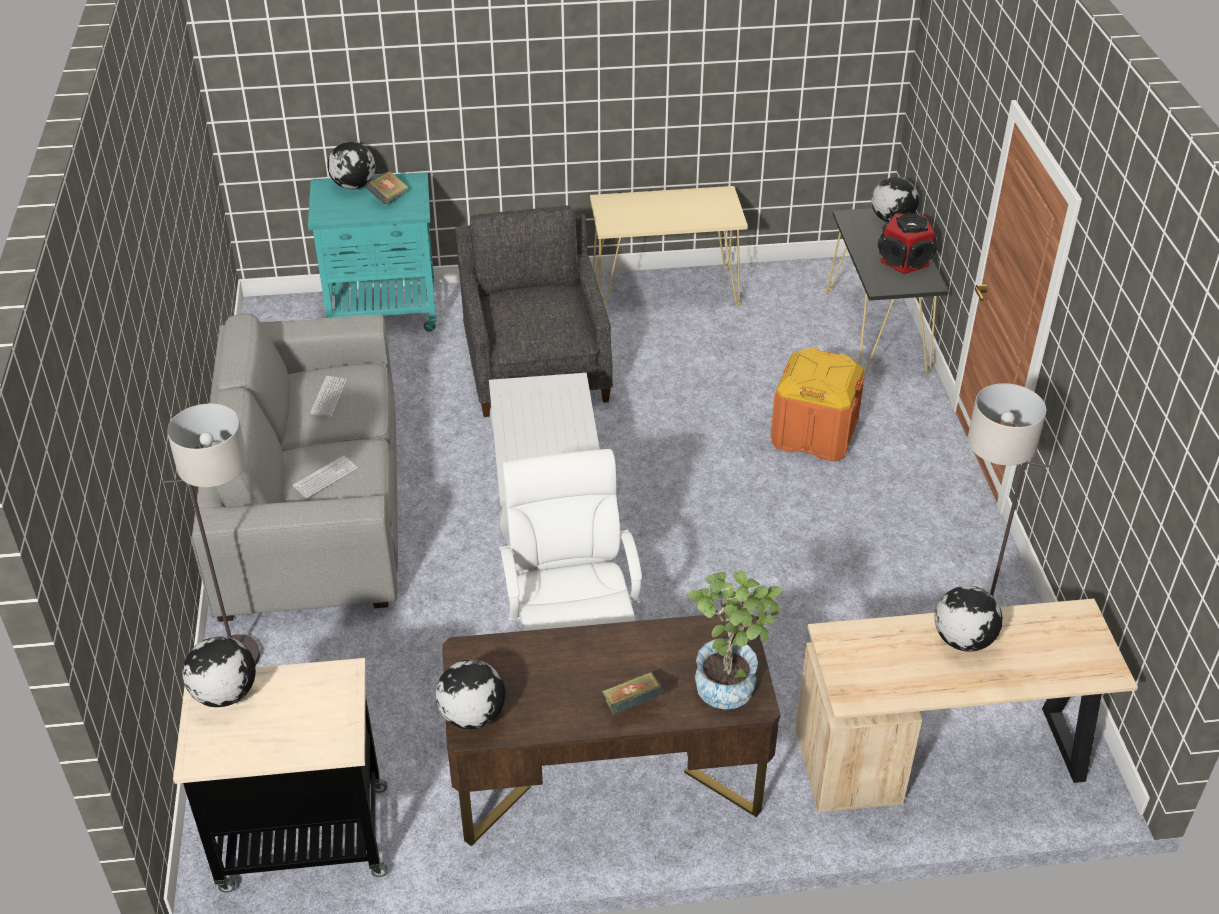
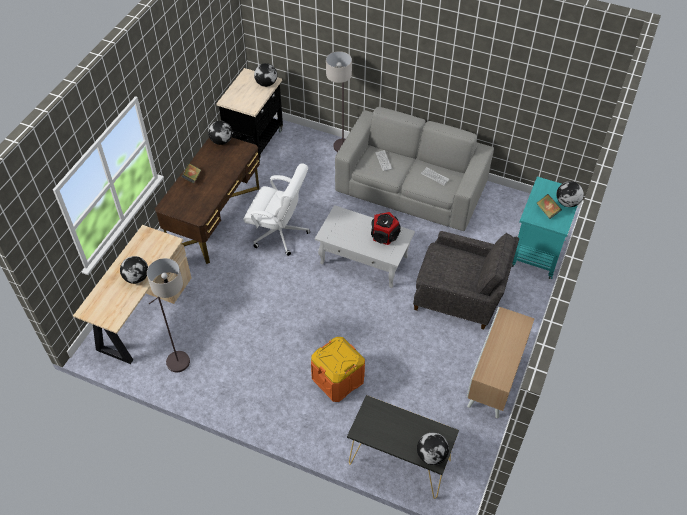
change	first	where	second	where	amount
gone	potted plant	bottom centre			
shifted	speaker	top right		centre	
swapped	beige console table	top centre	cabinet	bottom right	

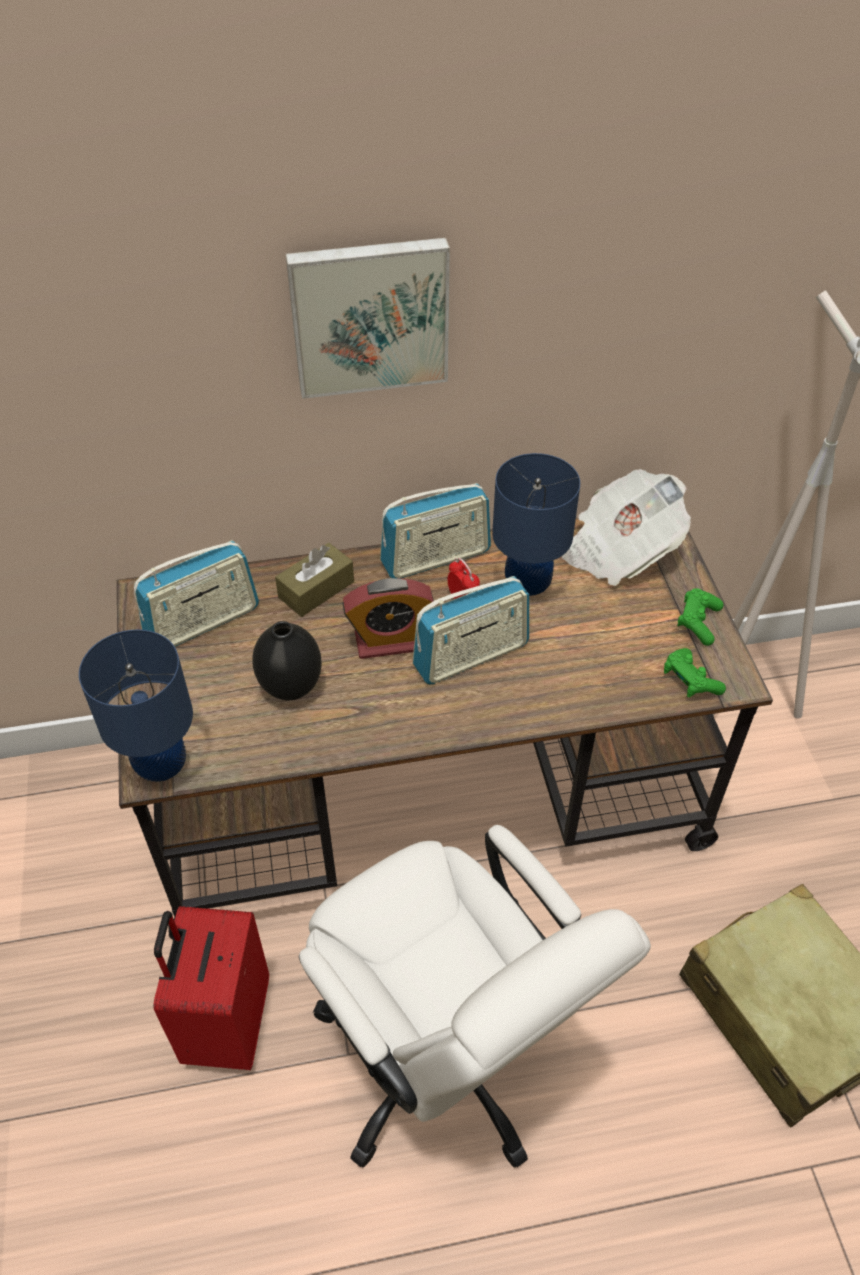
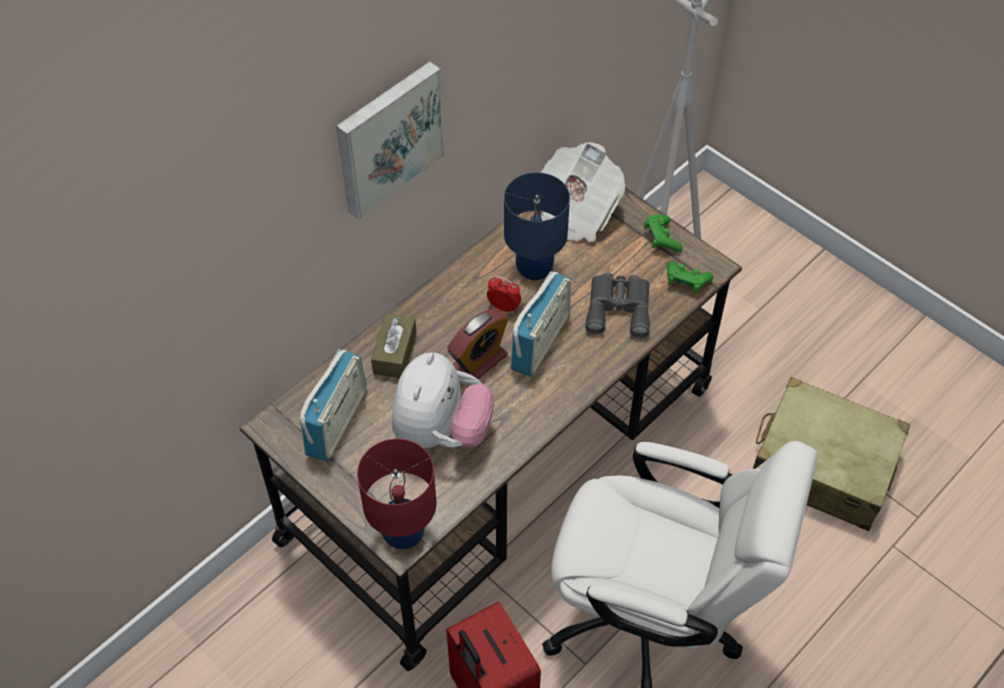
change	first	where	second	where	amount
gone	radio (no. 2 from left)	centre			
new			grey binoculars	centre	
swapped	black vase	centre	plush toy	centre	
repainted	blue table lamp (no. 1 from left)	middle left	red table lamp	bottom centre	

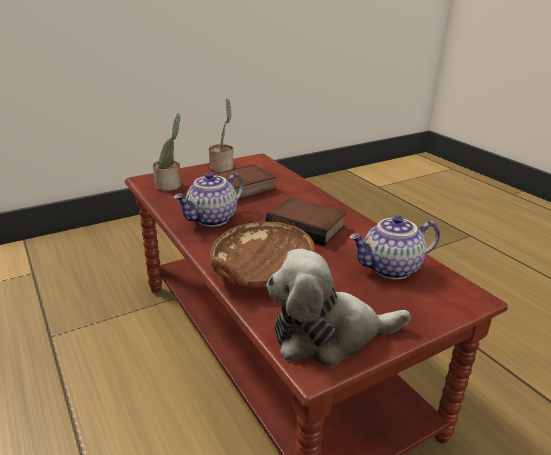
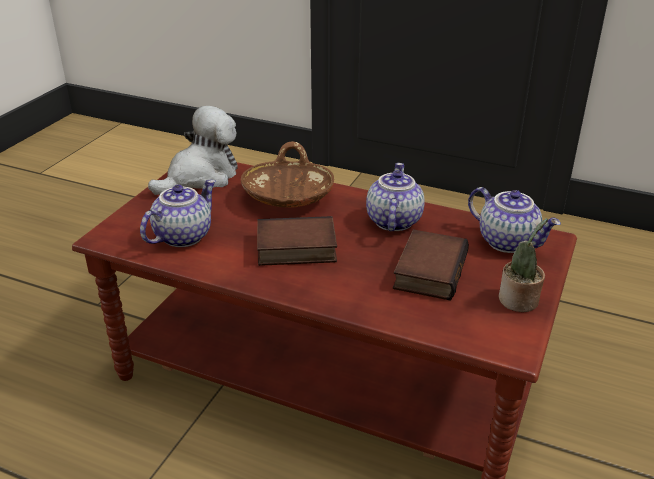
change	first	where	second	where	amount
swapped	potted plant (no. 1 from left)	middle left	teapot (no. 3 from left)	middle right	

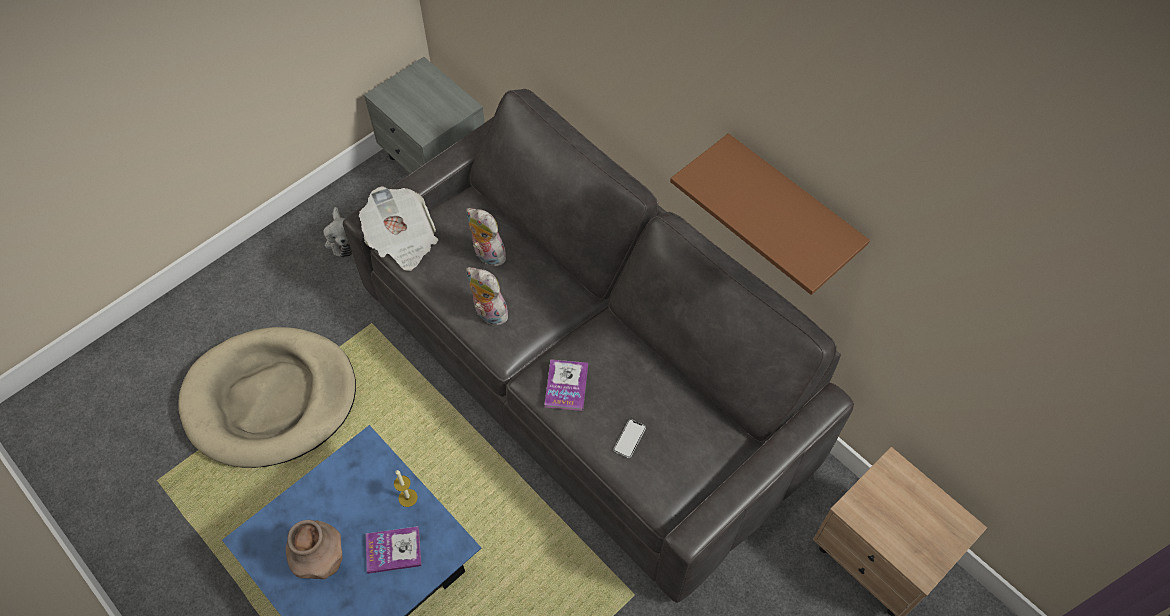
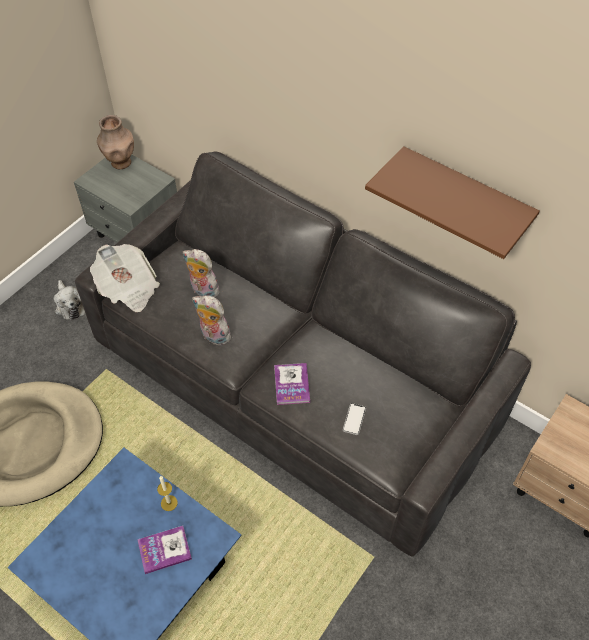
change	first	where	second	where	amount
shifted	brown vase	bottom left		top left	

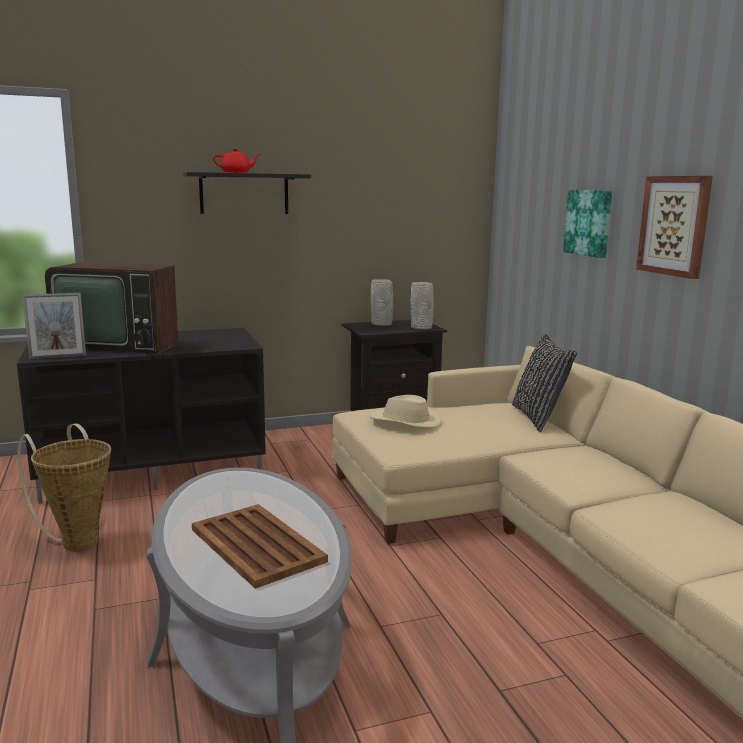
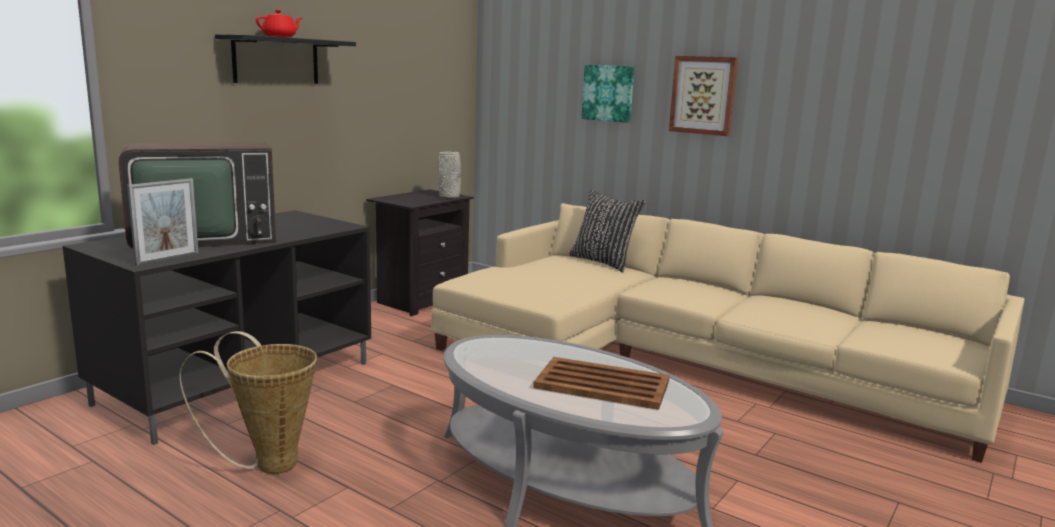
change	first	where	second	where	amount
gone	beige hat	centre			
gone	grey vase (no. 1 from left)	centre			

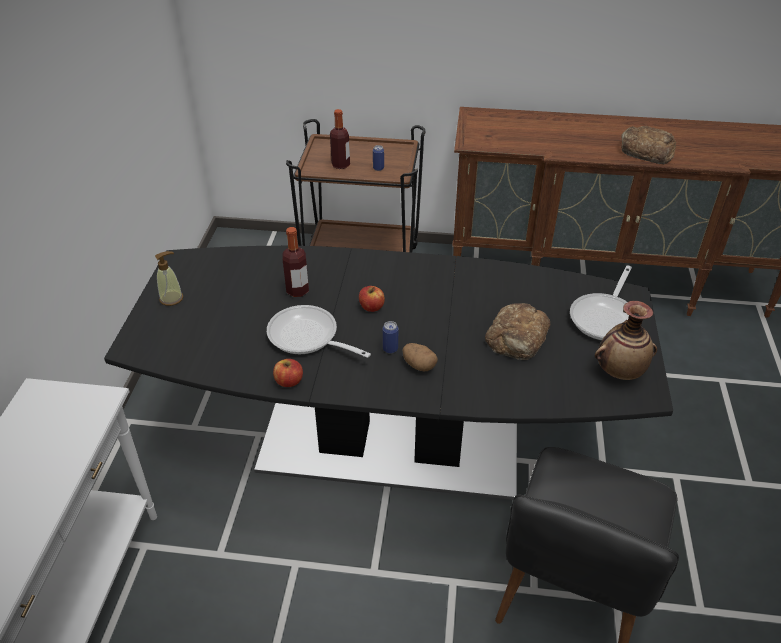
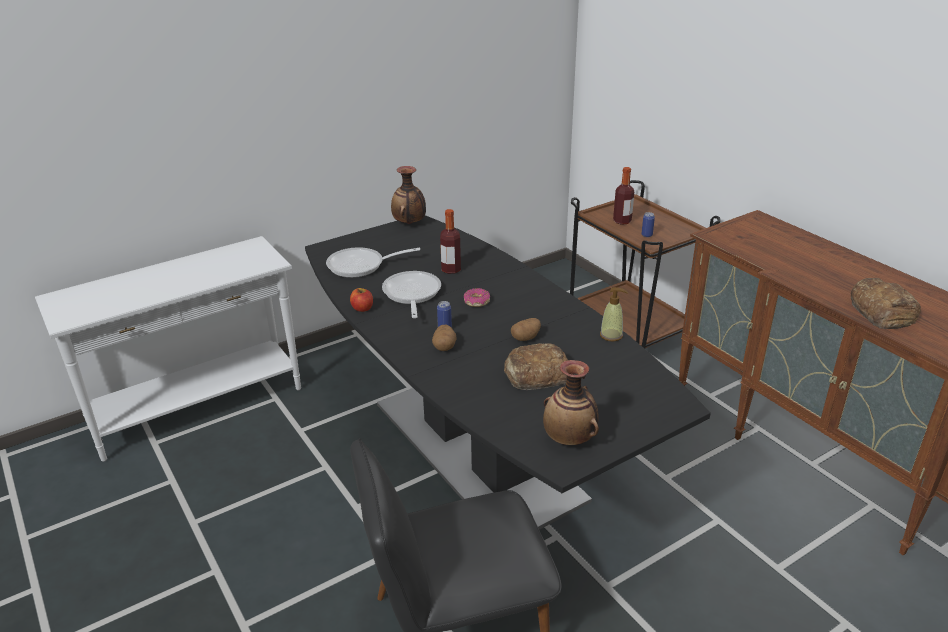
change	first	where	second	where	amount
new			vase (no. 1 from left)	top centre	
new			potato (no. 2 from left)	centre	
shifted	soap dispenser	middle left		centre	
shifted	frying pan (no. 2 from left in the first image)	middle right	frying pan (no. 1 from left)	centre	
swapped	apple (no. 2 from left)	centre	donut	centre	

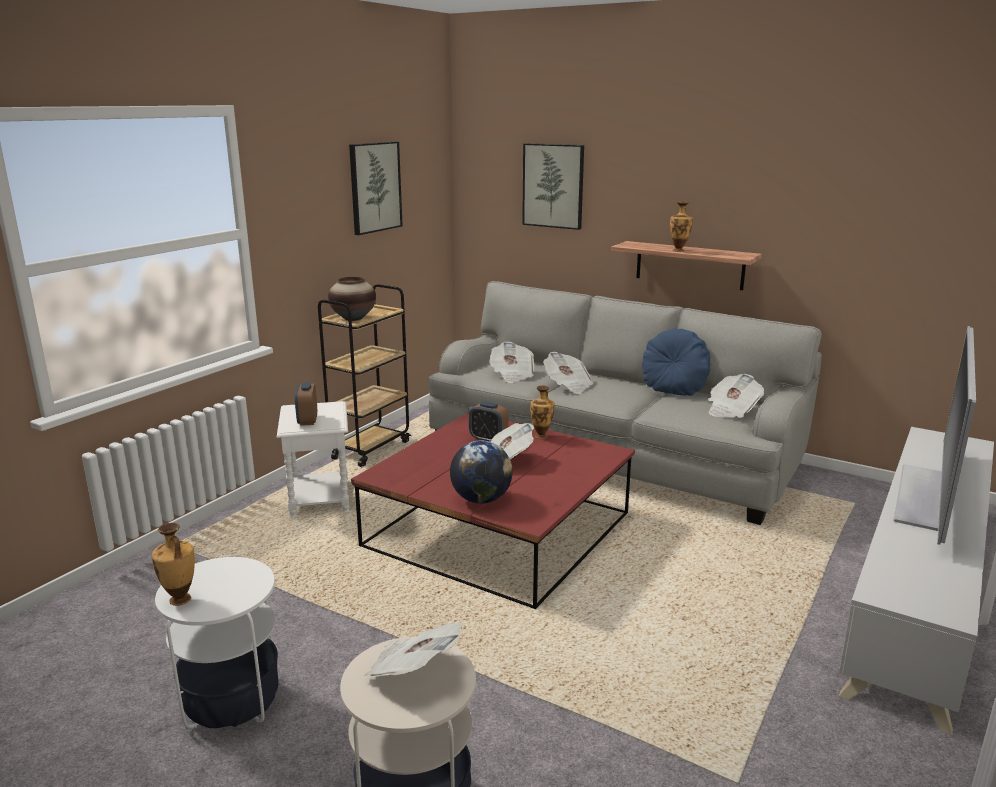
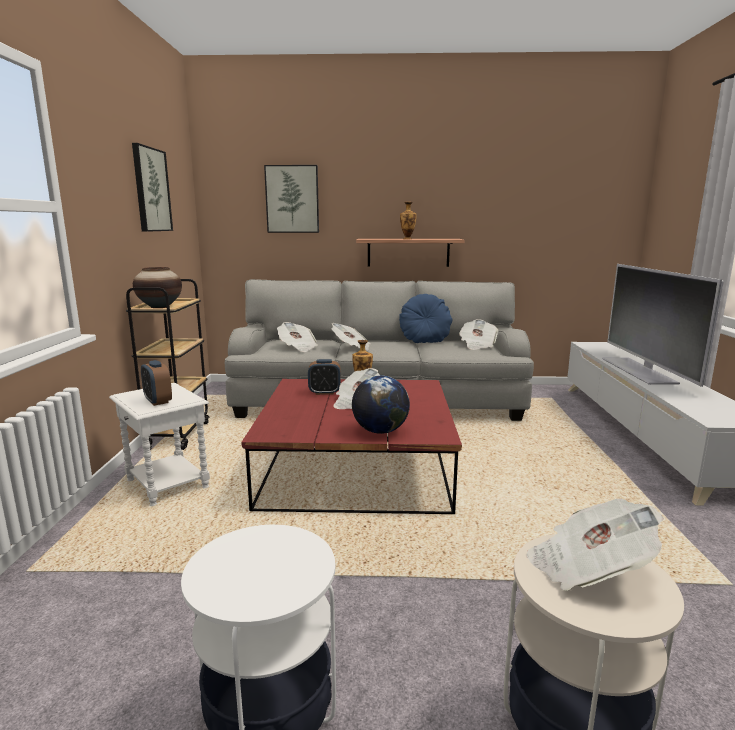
change	first	where	second	where	amount
gone	vase (no. 1 from left)	bottom left			

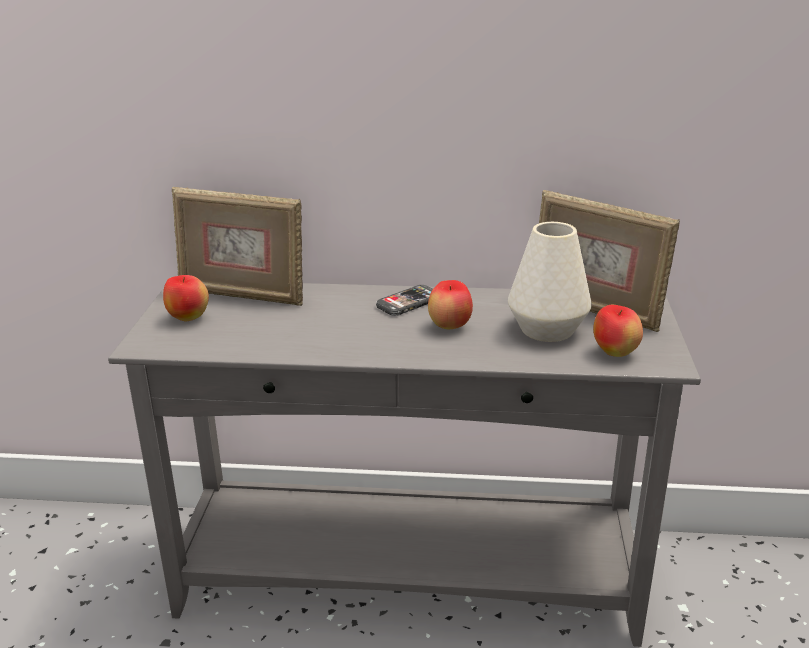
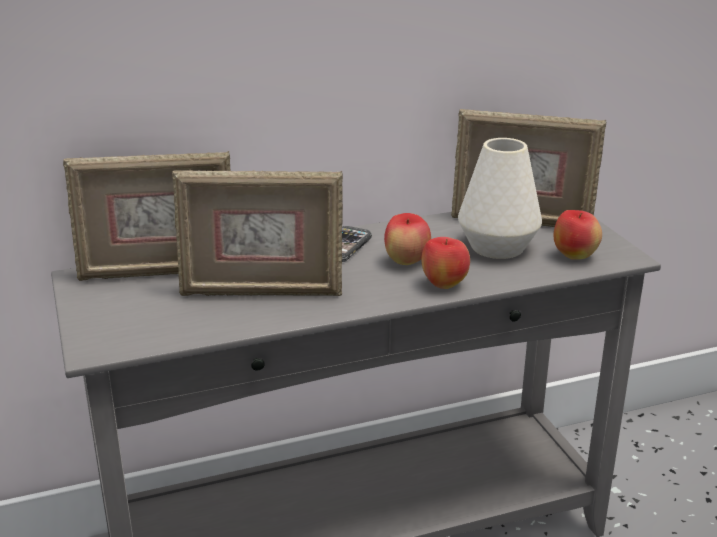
change	first	where	second	where	amount
new			picture frame (no. 2 from left)	centre	
shifted	apple (no. 1 from left in the first image)	middle left	apple (no. 2 from left)	centre	

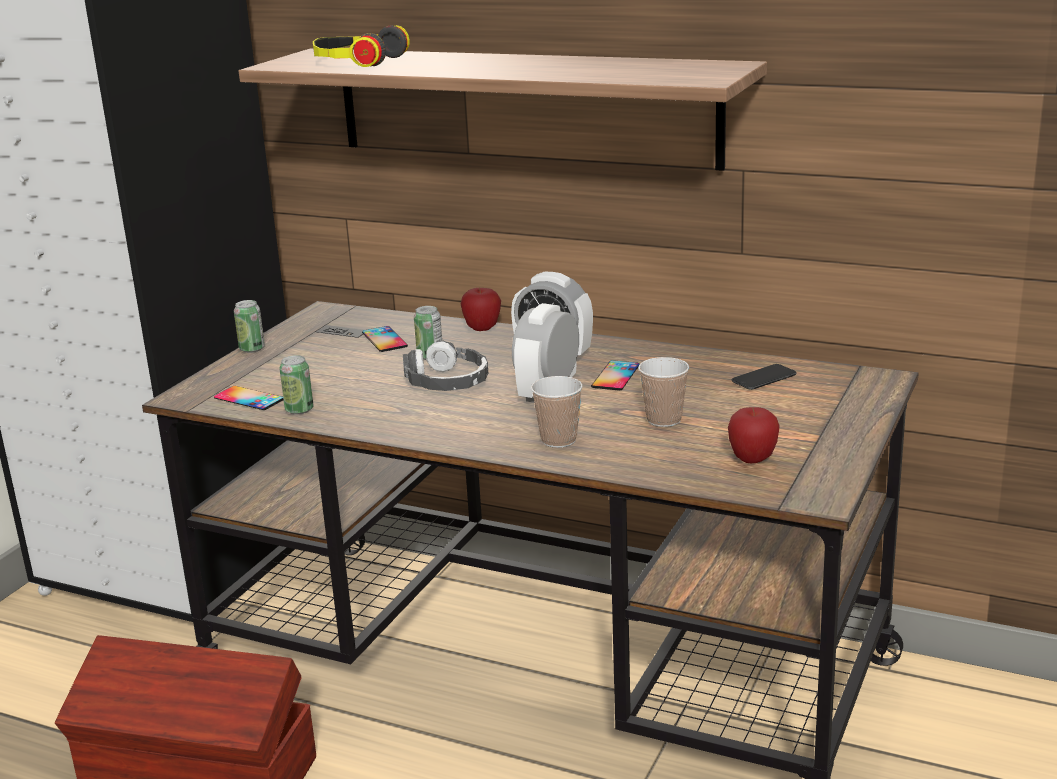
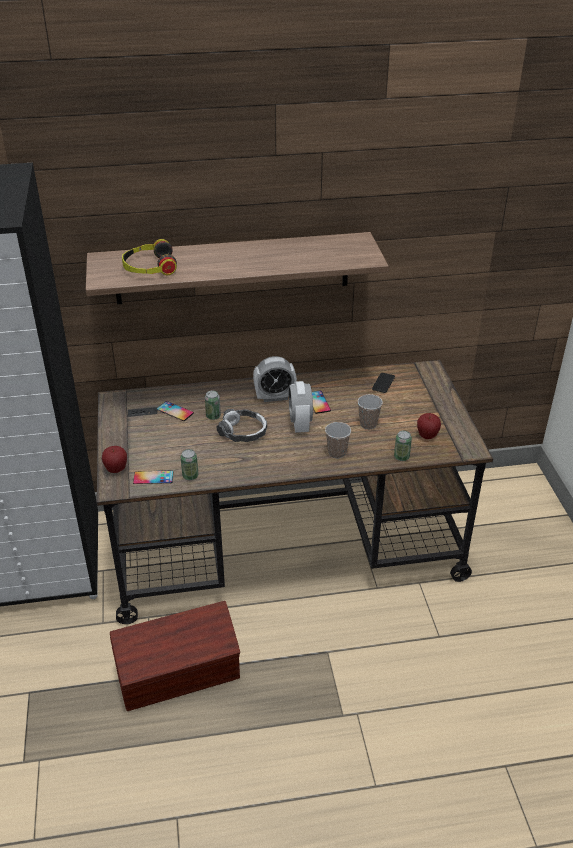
change	first	where	second	where	amount
shifted	can (no. 1 from left in the first image)	middle left	can (no. 3 from left)	middle right	
shifted	apple (no. 1 from left)	centre		middle left	

